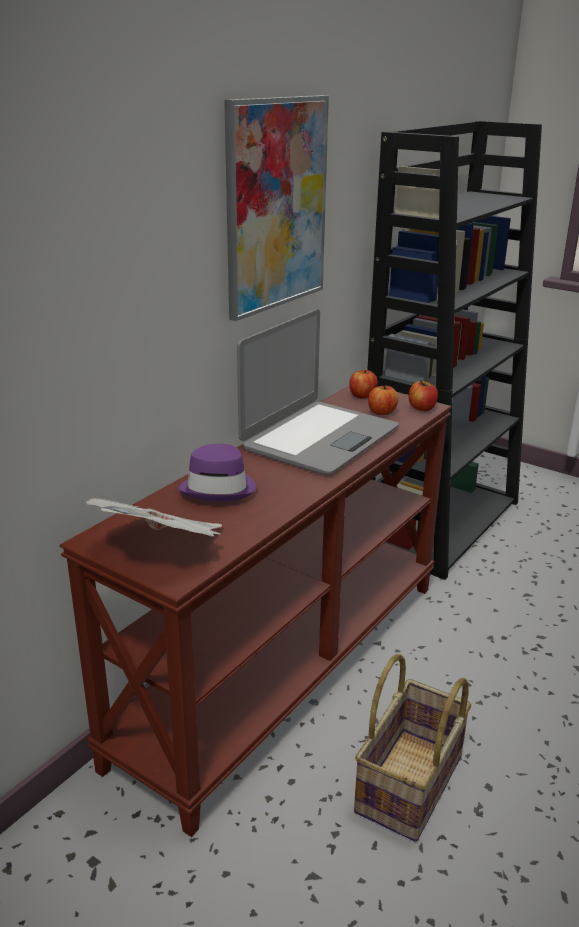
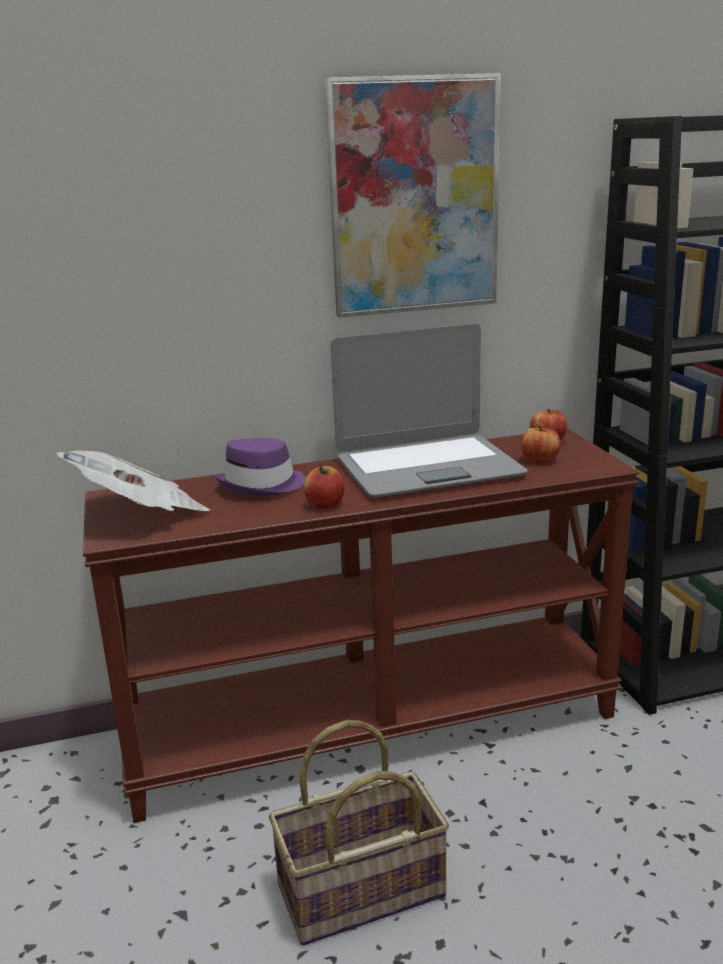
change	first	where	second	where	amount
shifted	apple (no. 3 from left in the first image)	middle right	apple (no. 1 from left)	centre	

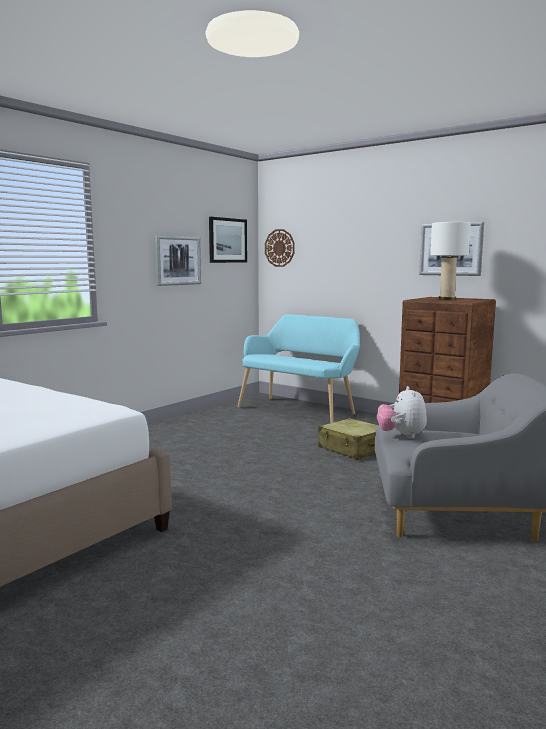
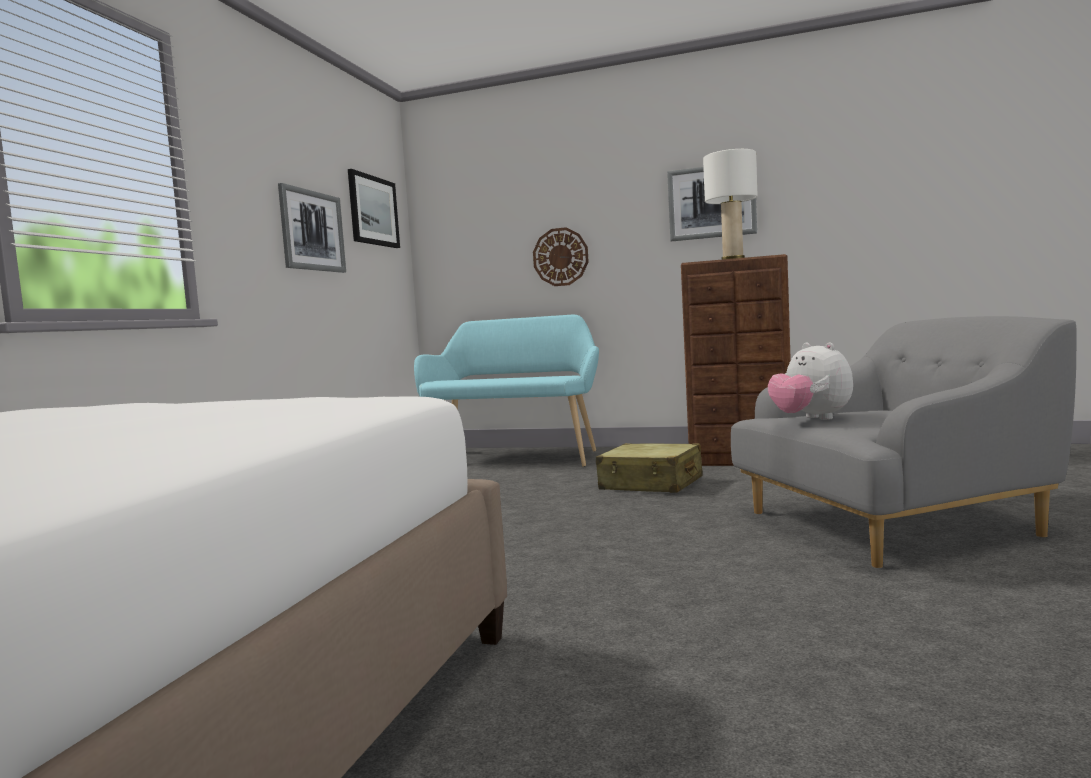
change	first	where	second	where	amount
shifted	wall clock	centre		top centre	

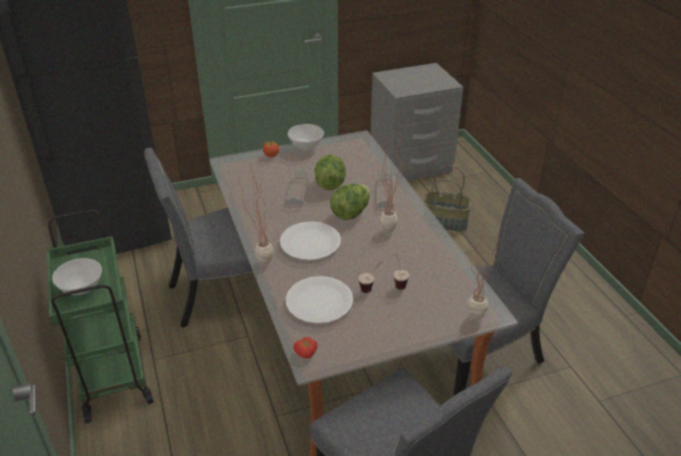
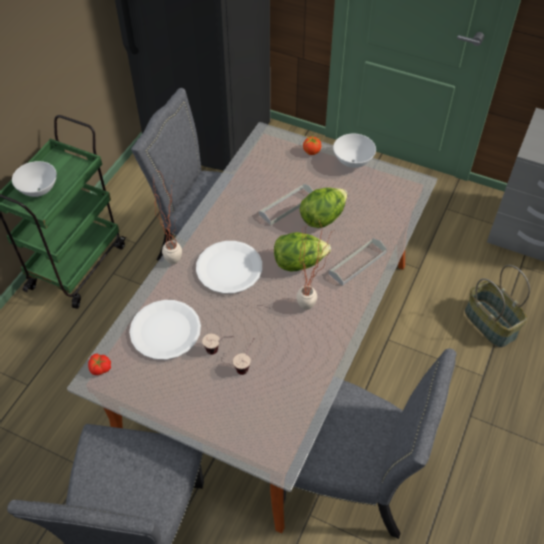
change	first	where	second	where	amount
gone	potted plant (no. 3 from left)	middle right			

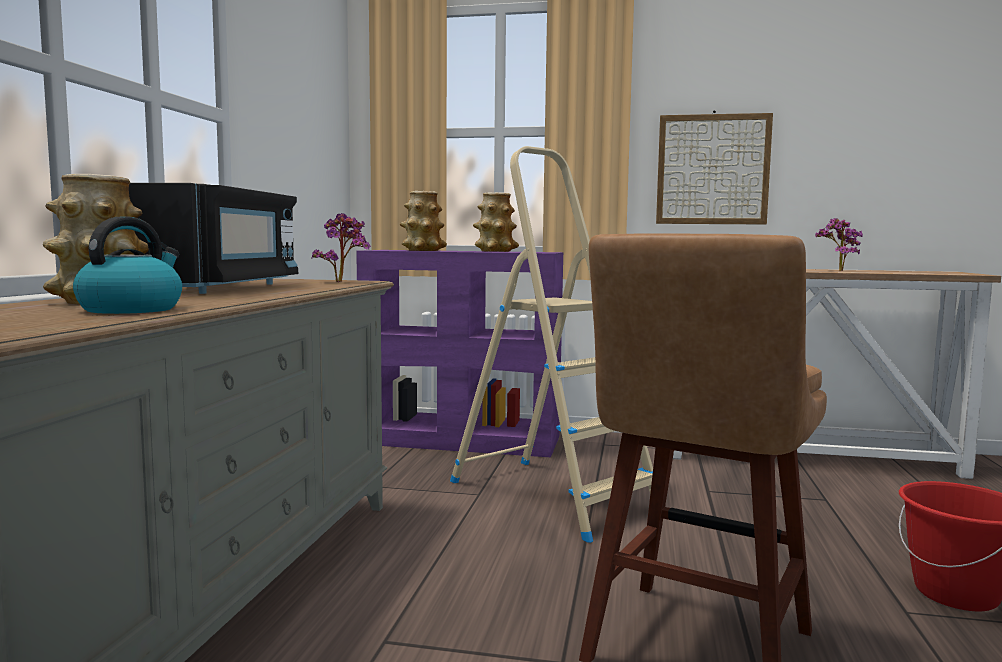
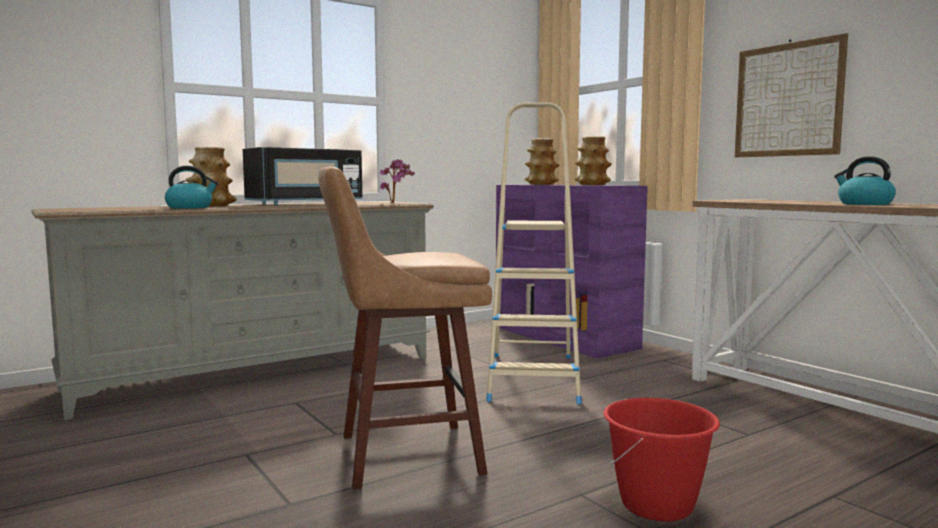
change	first	where	second	where	amount
swapped	potted plant (no. 2 from left)	middle right	kettle (no. 2 from left)	middle right	

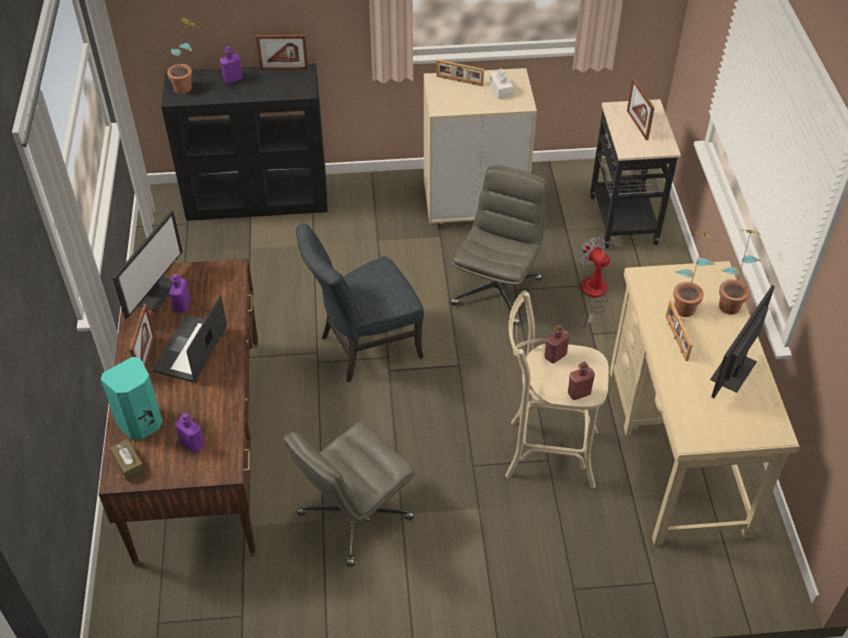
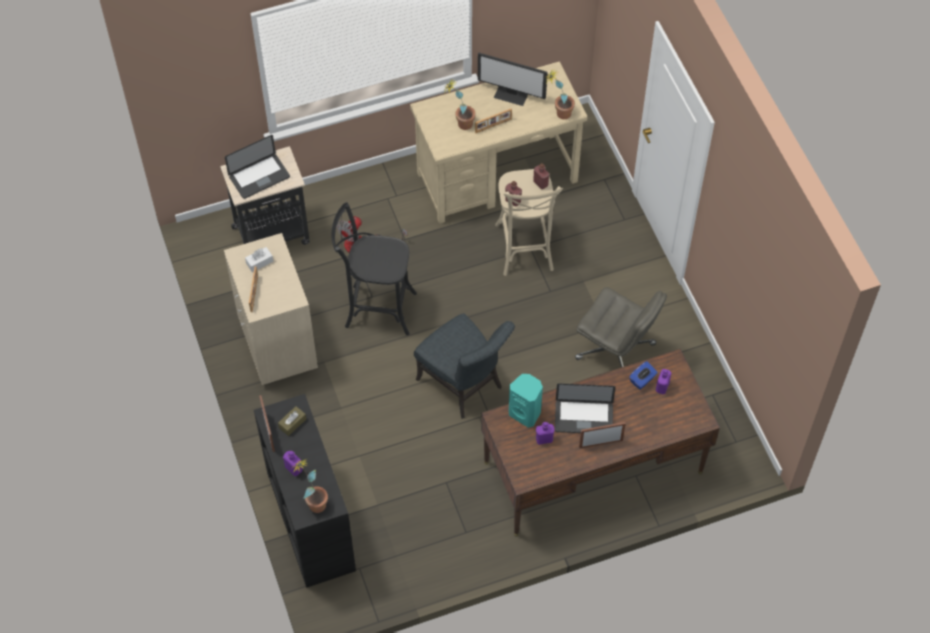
change	first	where	second	where	amount
gone	monitor (no. 1 from left)	middle left			
new			blue tissue box	middle right	
shifted	turquoise speaker	middle left		centre	
shifted	brown tissue box	bottom left		middle left	
shifted	potted plant (no. 3 from left)	middle right		top centre	
swapped	grey office chair (no. 2 from left)	centre	black stool	centre	
swapped	picture frame (no. 4 from left)	top right	laptop (no. 1 from left)	top left	

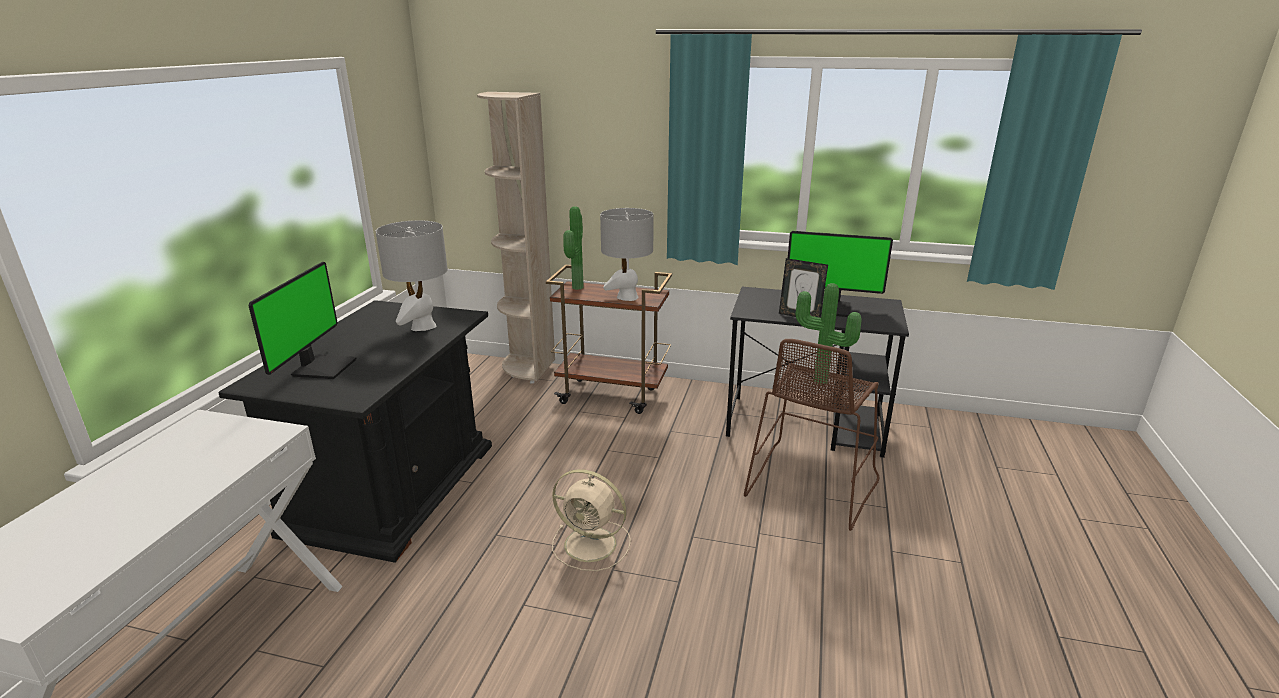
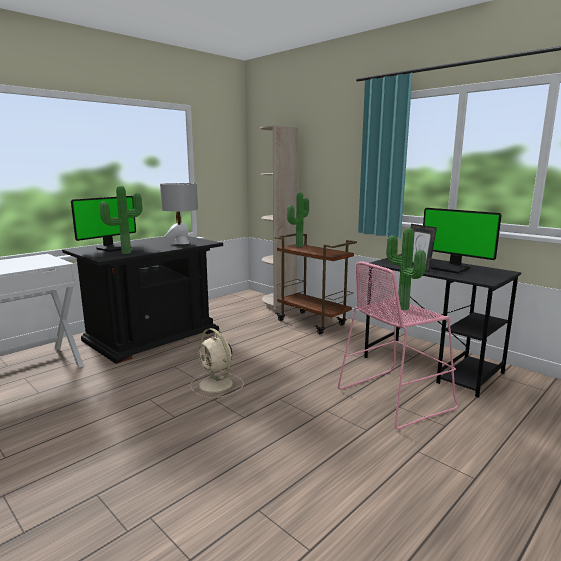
change	first	where	second	where	amount
gone	grey table lamp (no. 2 from left)	centre			
new			potted plant (no. 1 from left)	middle left	
repainted	brown stool	centre	pink stool	middle right	

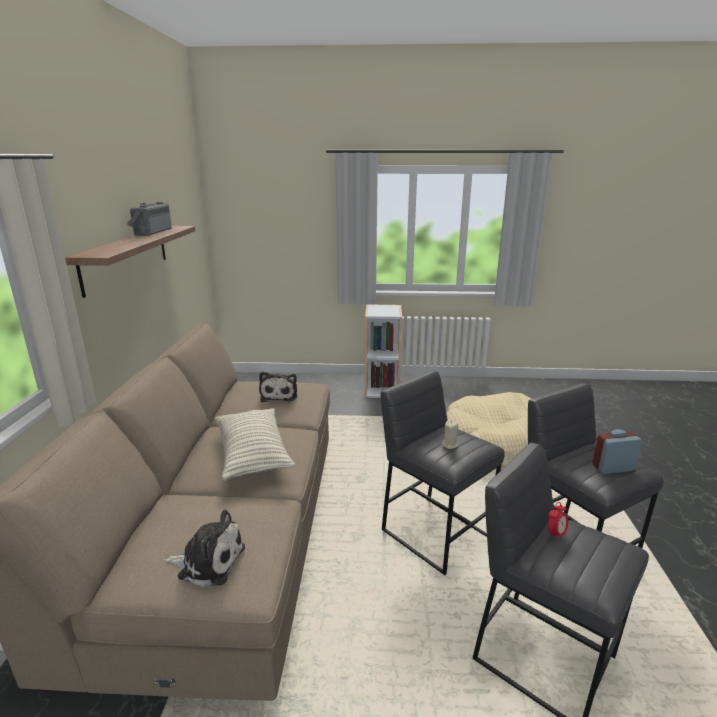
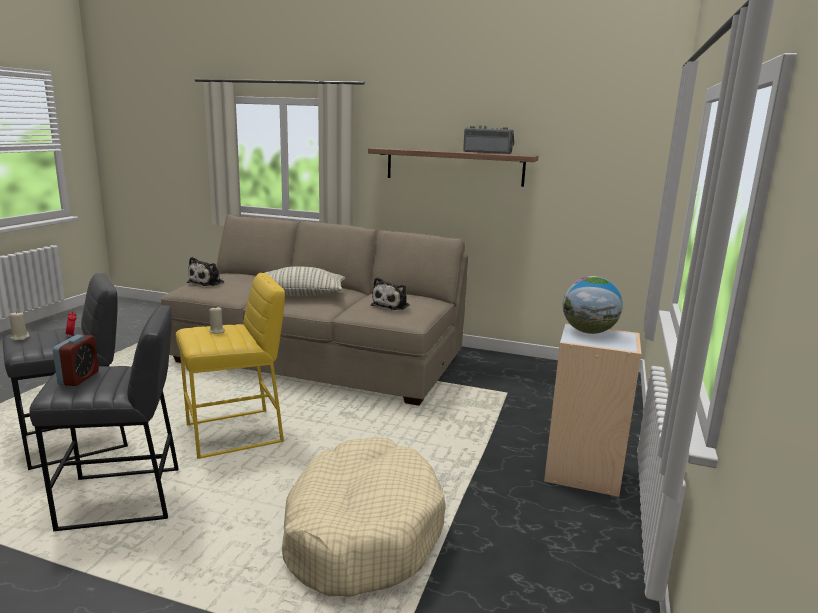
change	first	where	second	where	amount
new			beige candle (no. 1 from left)	middle left	
new			globe	middle right	
repainted	grey stool (no. 1 from left)	centre	yellow stool	middle left	
rotated	plush toy (no. 2 from left)	centre		centre	75 degrees counterclockwise

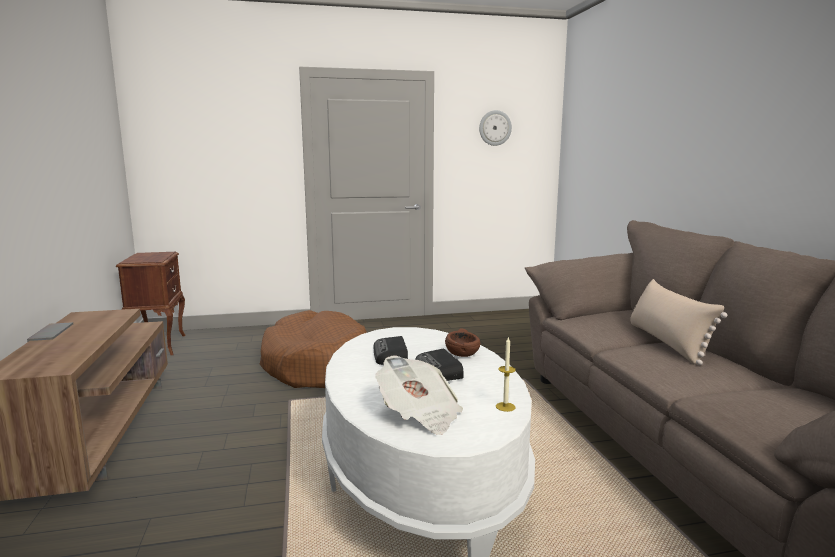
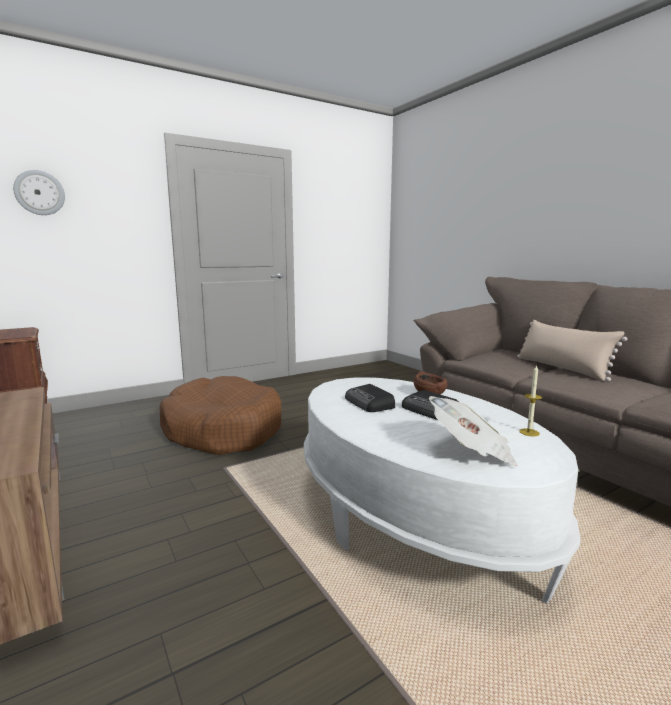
change	first	where	second	where	amount
shifted	wall clock	top centre		top left	

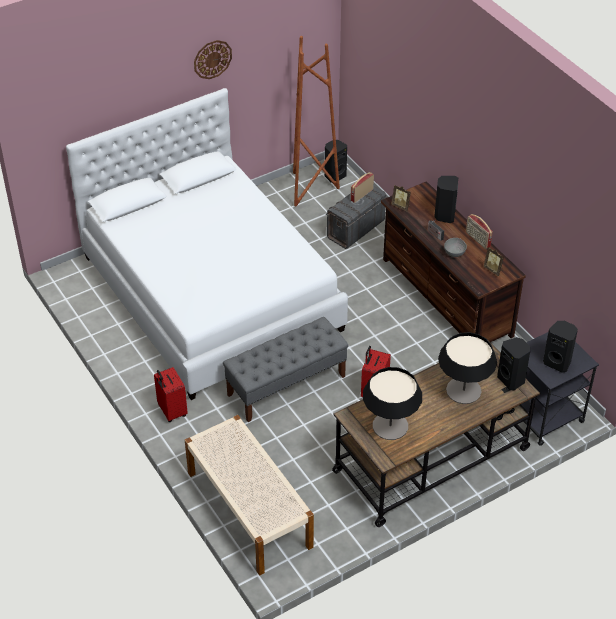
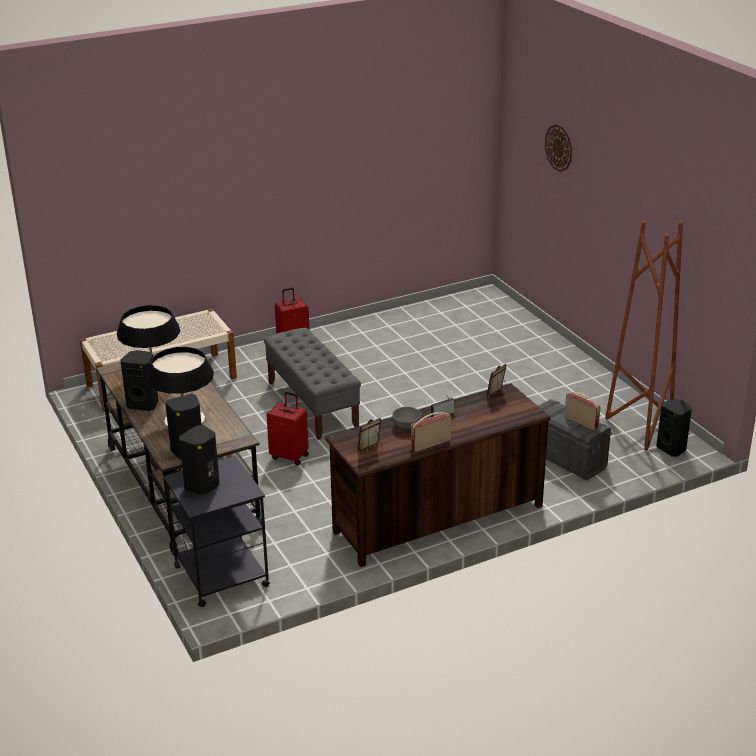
change	first	where	second	where	amount
gone	white bed	centre			
shifted	wall clock	top centre		top right	
shifted	black speaker (no. 2 from left in the first image)	top right	black speaker (no. 1 from left)	middle left	

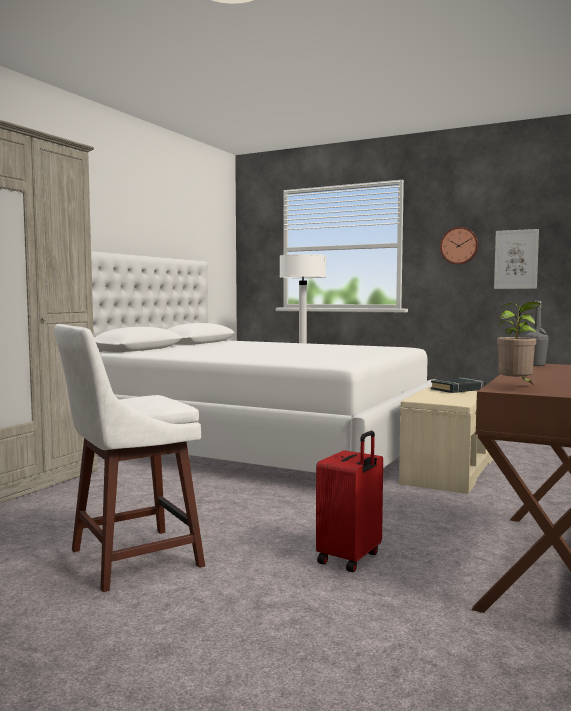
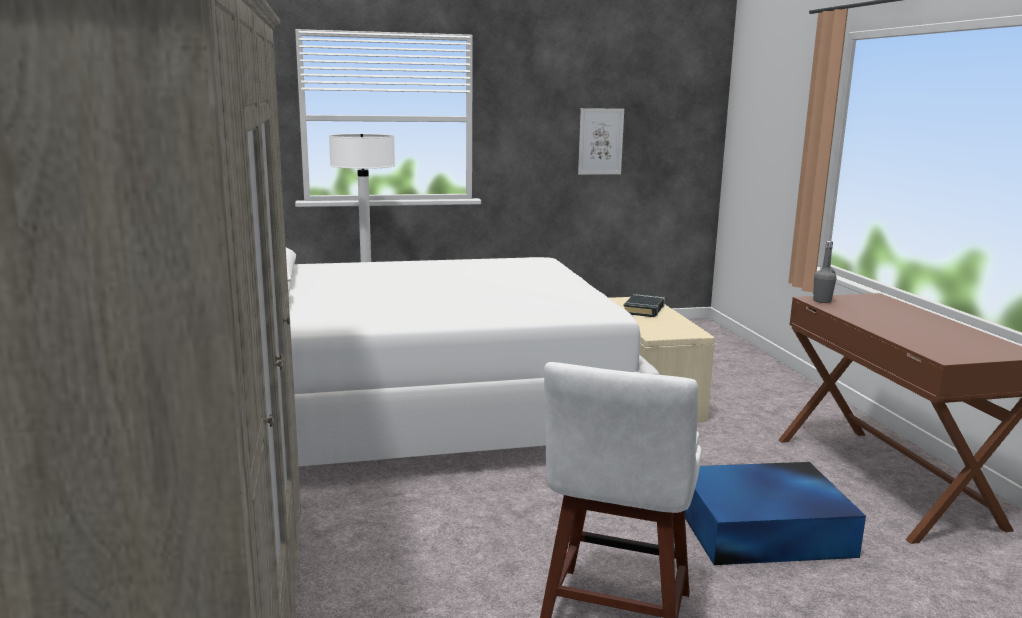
change	first	where	second	where	amount
gone	wall clock	middle right			
gone	potted plant	middle right			
swapped	red suitcase	bottom centre	blue storage box	bottom right	

